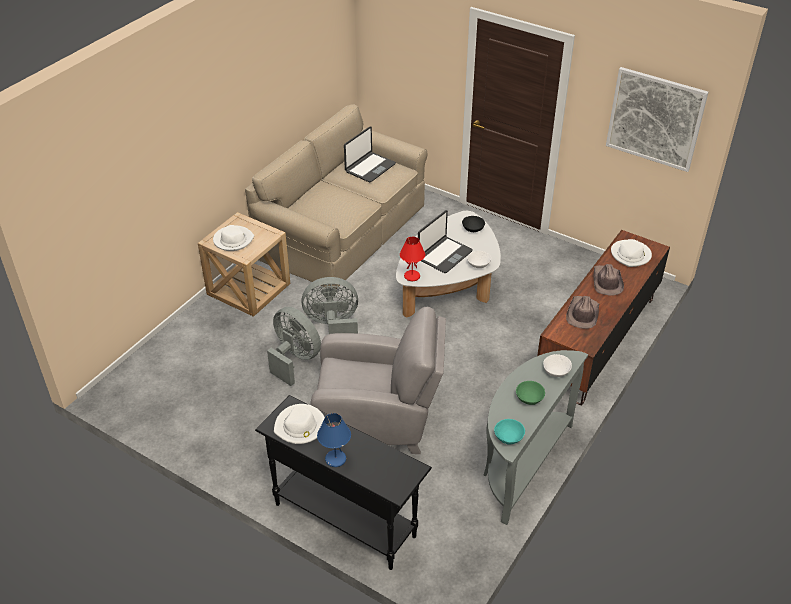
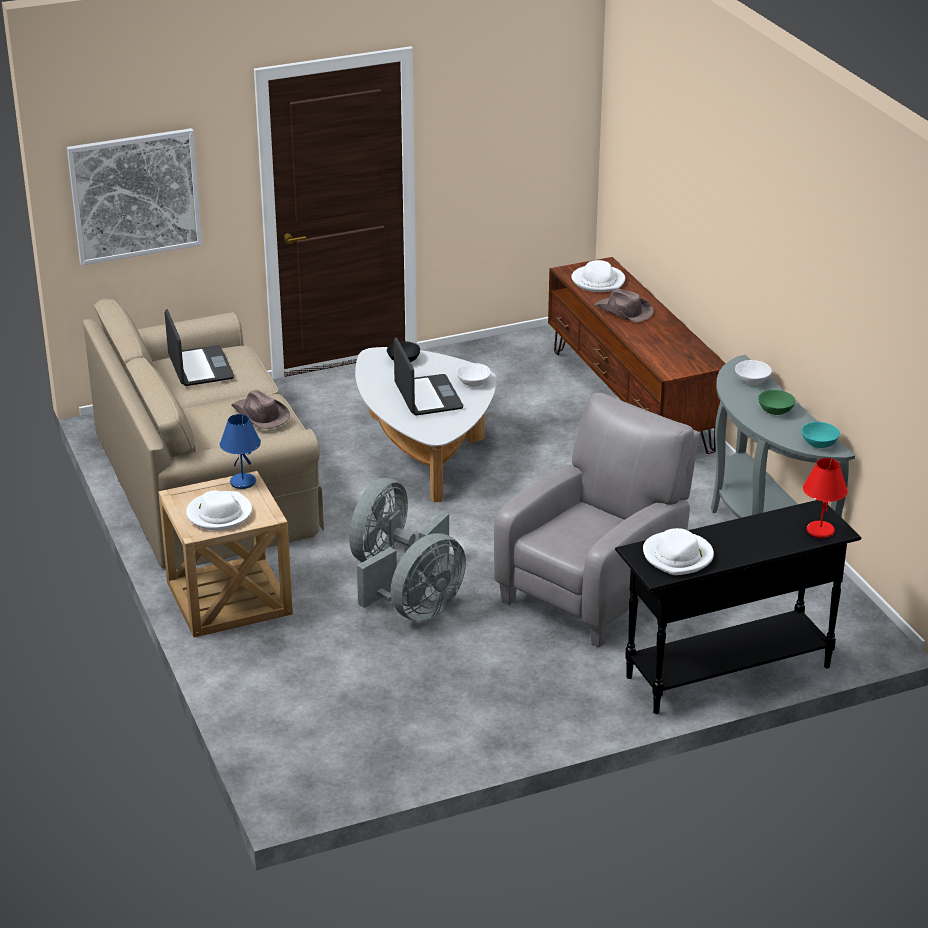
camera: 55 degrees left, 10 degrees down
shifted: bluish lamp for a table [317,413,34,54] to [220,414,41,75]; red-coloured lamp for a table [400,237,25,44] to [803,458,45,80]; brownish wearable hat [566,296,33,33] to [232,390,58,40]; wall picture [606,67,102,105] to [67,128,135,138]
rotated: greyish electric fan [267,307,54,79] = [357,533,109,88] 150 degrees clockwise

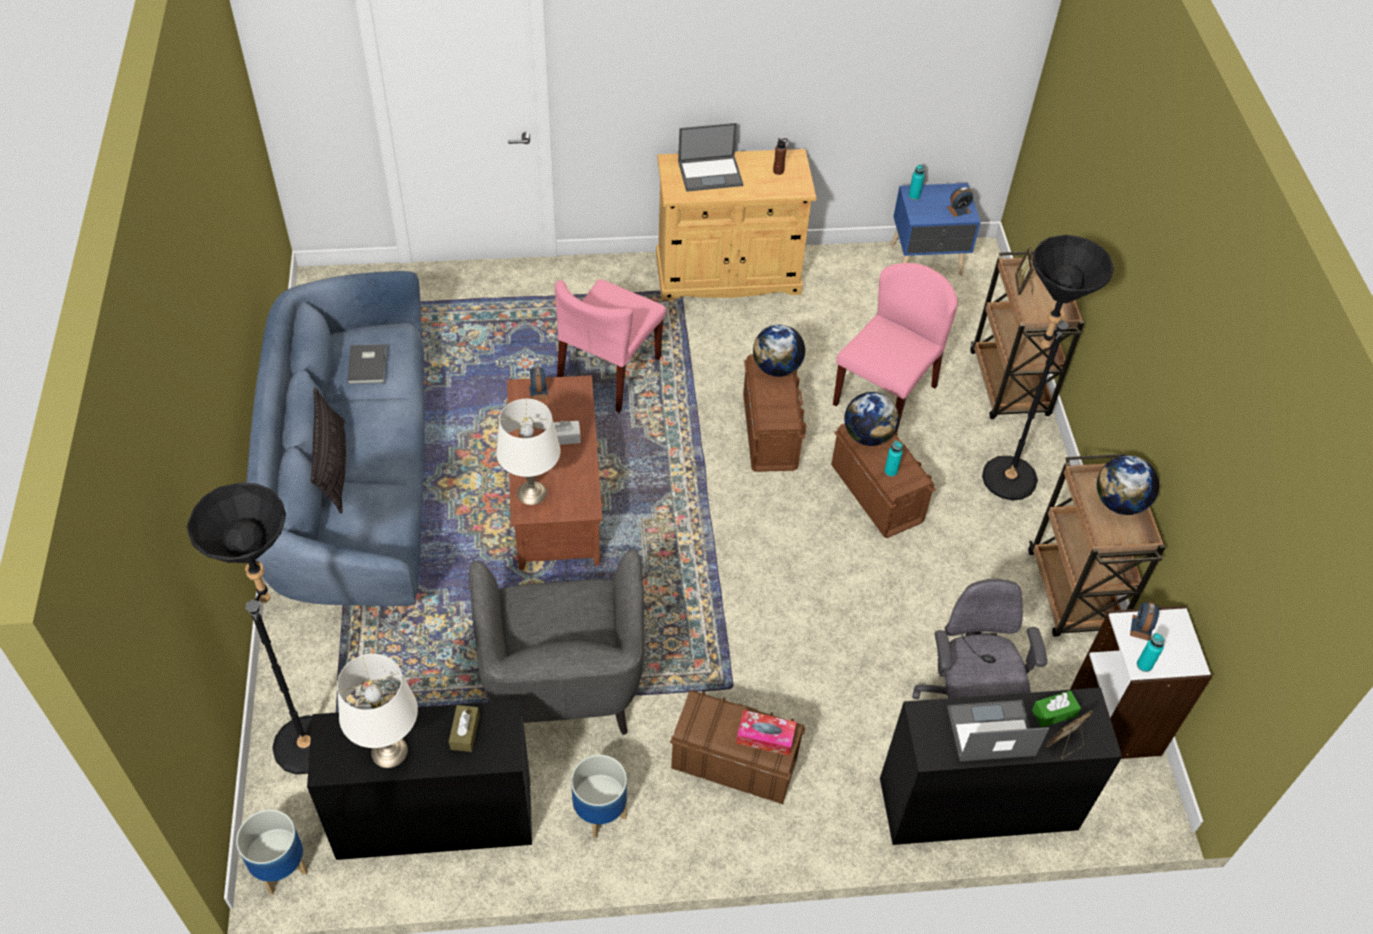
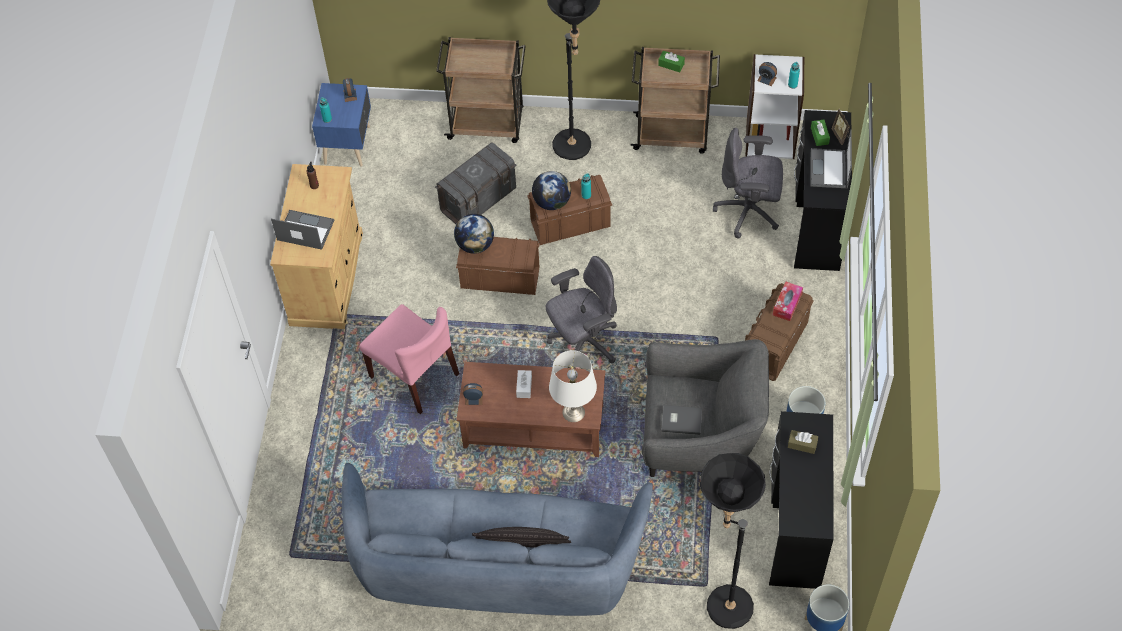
camera: 75 degrees left, 5 degrees up
gone: white-coloured lamp for a table [337,654,81,114]; picture frame [1015,247,19,48]
new: greyish computer chair [546,256,71,112]
shifted: greyish bound book [347,344,40,40] to [662,405,40,30]
swapped: pink chair [833,263,125,169] to greyish storage bin [435,142,82,82]; desk globe [1097,455,62,60] to green-coloured tissue holder [658,51,27,21]
rotated: laptop [678,123,65,69] = [271,210,63,40] 75 degrees counterclockwise

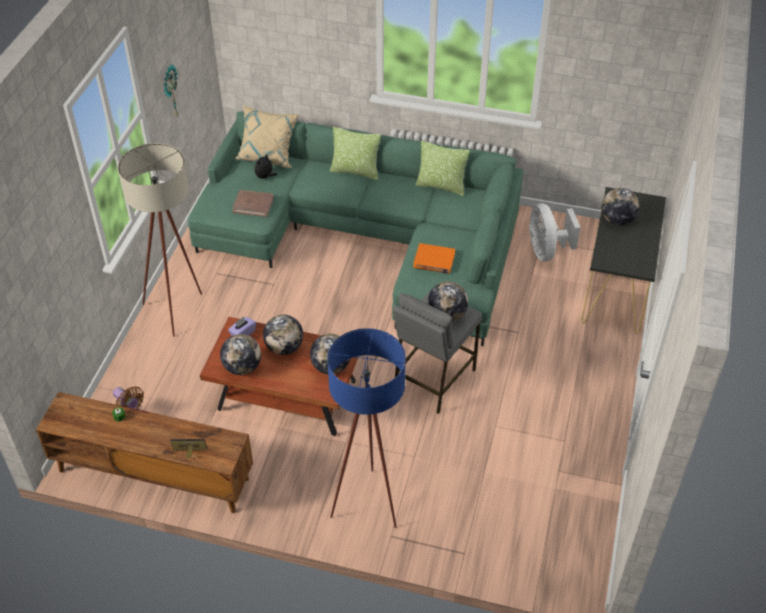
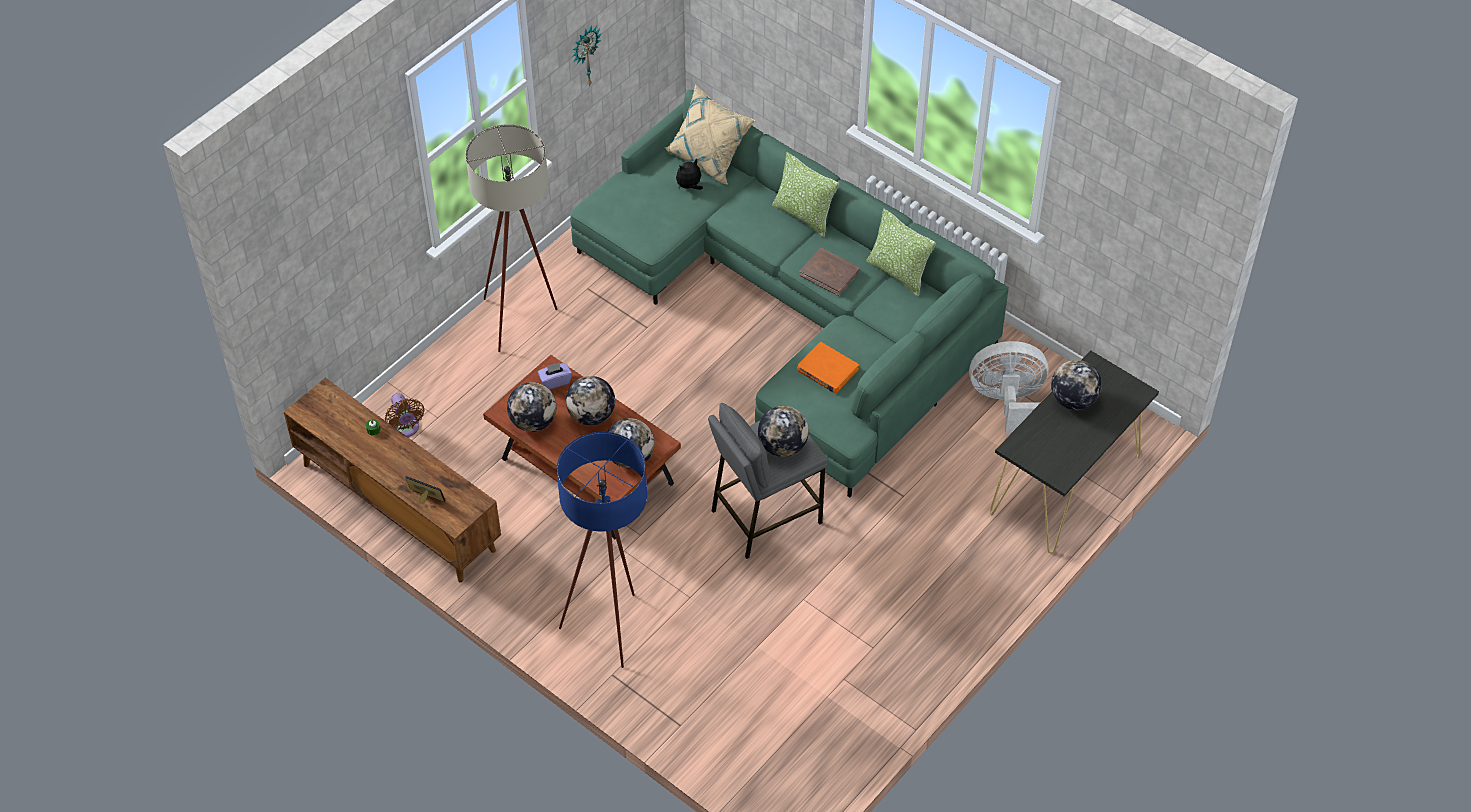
camera: 25 degrees right, 5 degrees up
shifted: brownish bound book [232,190,42,27] to [800,248,59,48]
rotated: white-coloured electric fan [529,204,52,57] = [969,341,79,93] 75 degrees clockwise

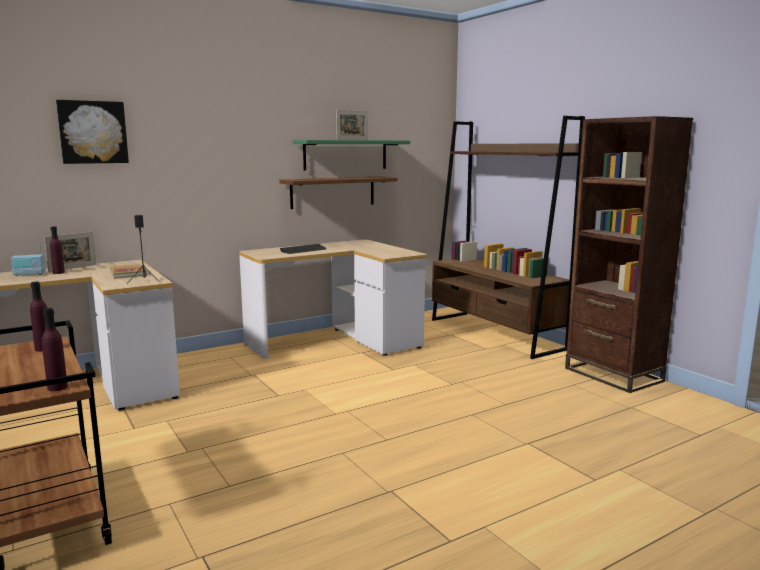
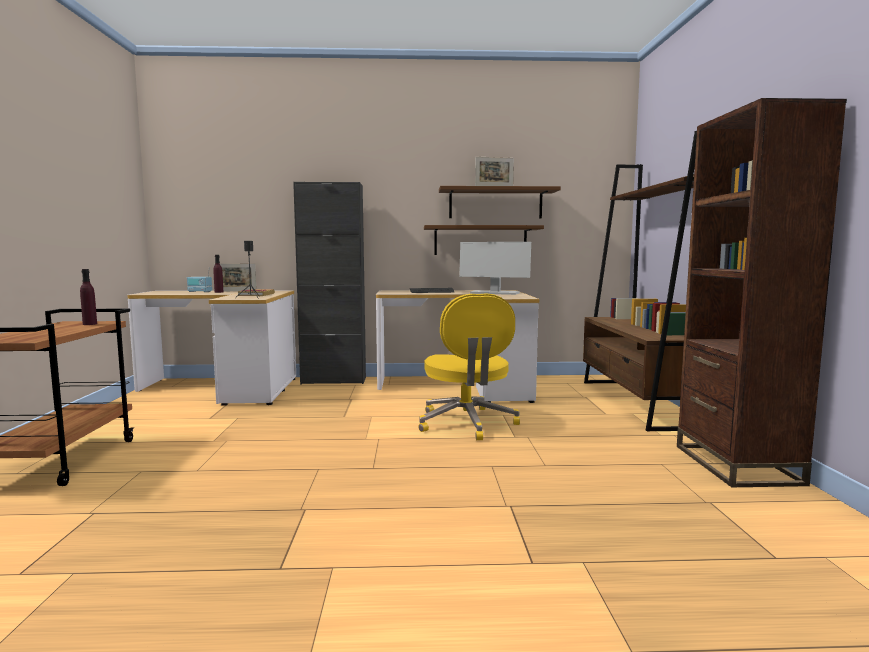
camera: 30 degrees right, 5 degrees down
gone: purple beverage bottle [42,308,26,83]; wall picture [56,100,73,64]
new: black cabinet [293,182,73,203]; yellow-coloured computer chair [418,293,102,147]; computer display [459,242,72,53]
repainted: green-coloured bracket shelf [293,140,117,31] to brownish bracket shelf [439,186,122,33]

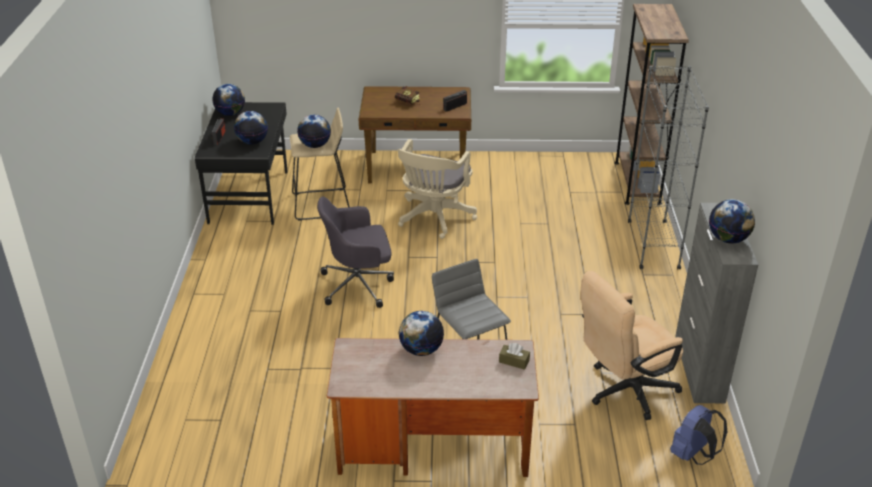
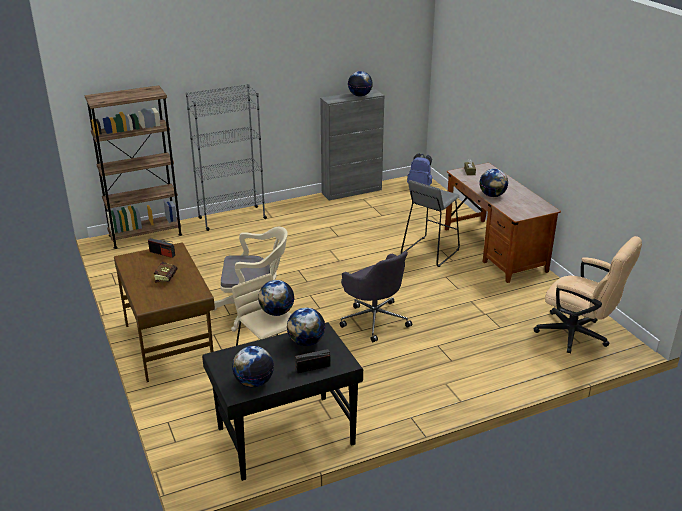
camera: 115 degrees left, 5 degrees down
shifted: sand-coloured computer chair [580,271,103,149] to [534,236,108,117]

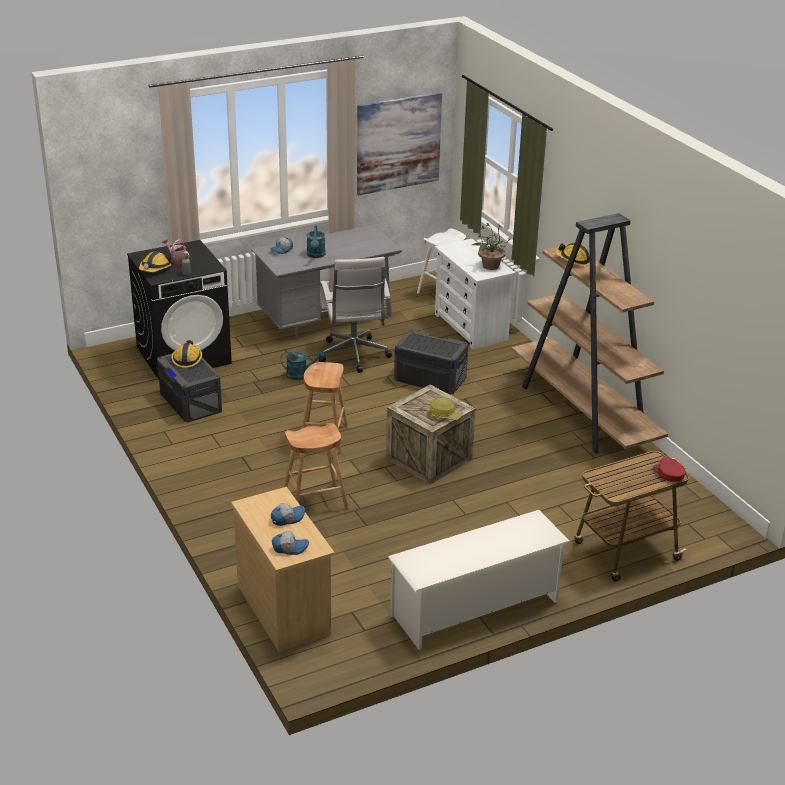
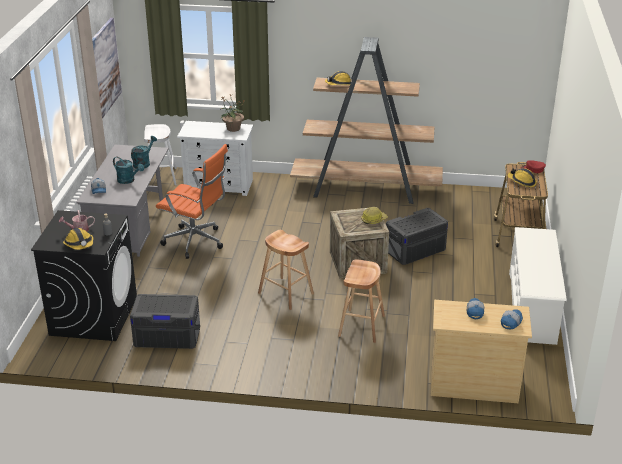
camera: 55 degrees left, 0 degrees up
shifted: work helmet [172,340,30,28] to [507,168,30,19]; turquoise watering pot [281,350,45,30] to [131,136,26,33]; greyish storage bin [394,330,74,64] to [386,208,62,57]
repainted: white-coloured computer chair [319,257,73,116] to orangey computer chair [156,144,72,115]

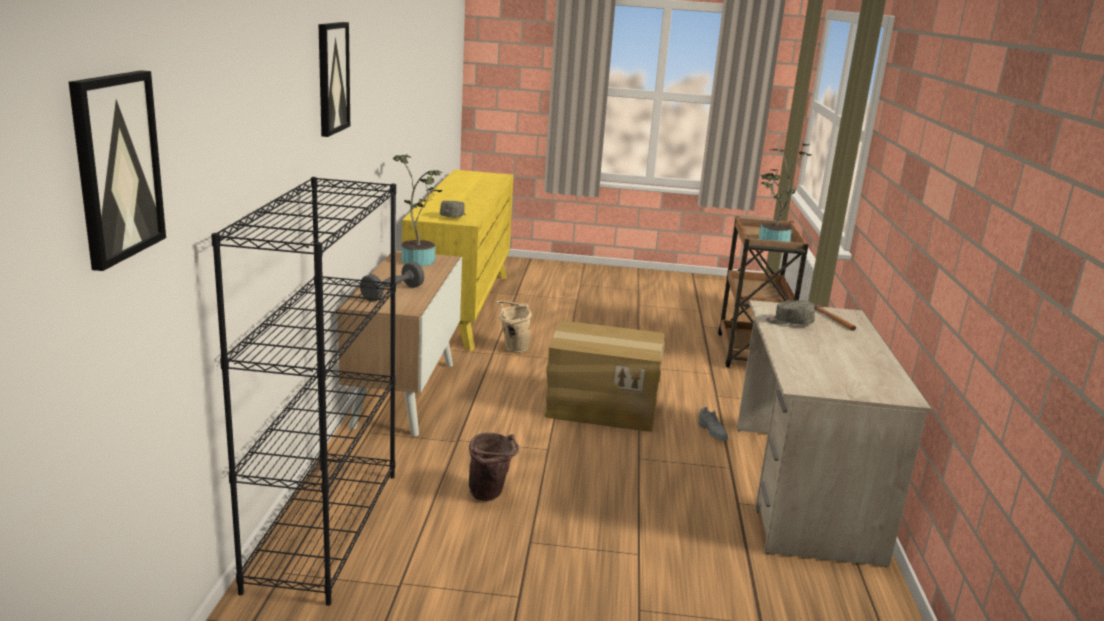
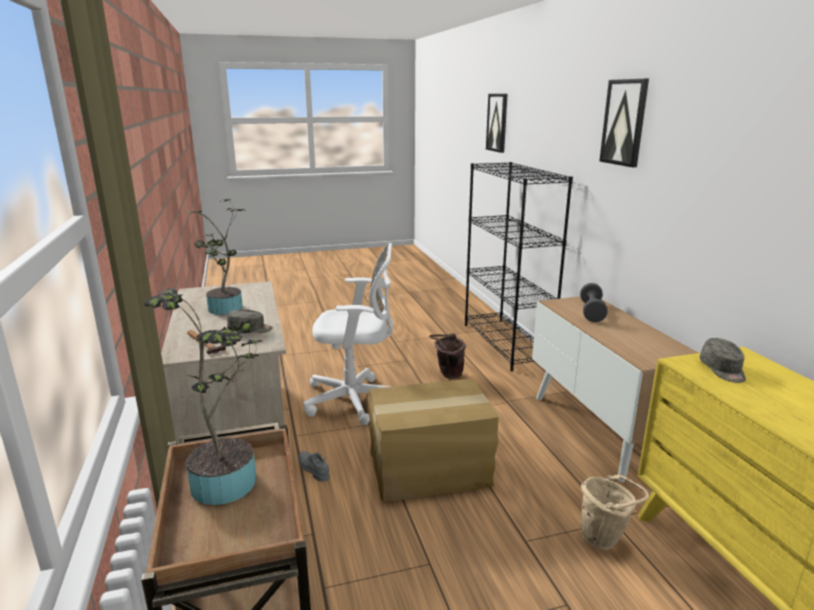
camera: 160 degrees right, 0 degrees up
new: white-coloured computer chair [303,243,90,182]
shifted: plant in a pot [393,154,49,112] to [187,199,58,116]

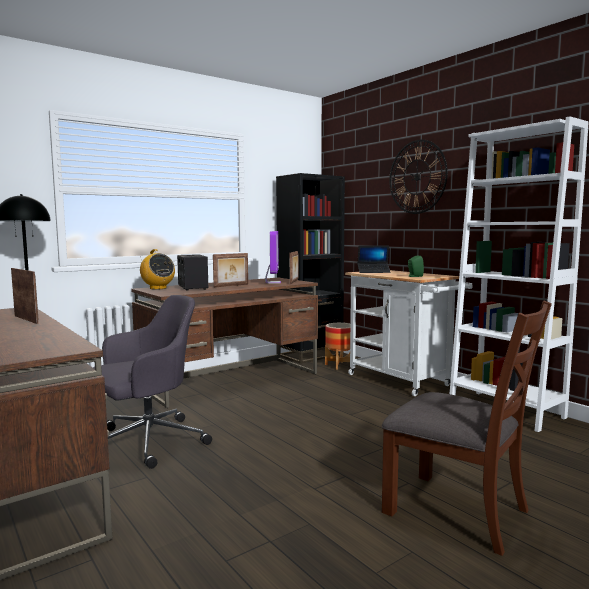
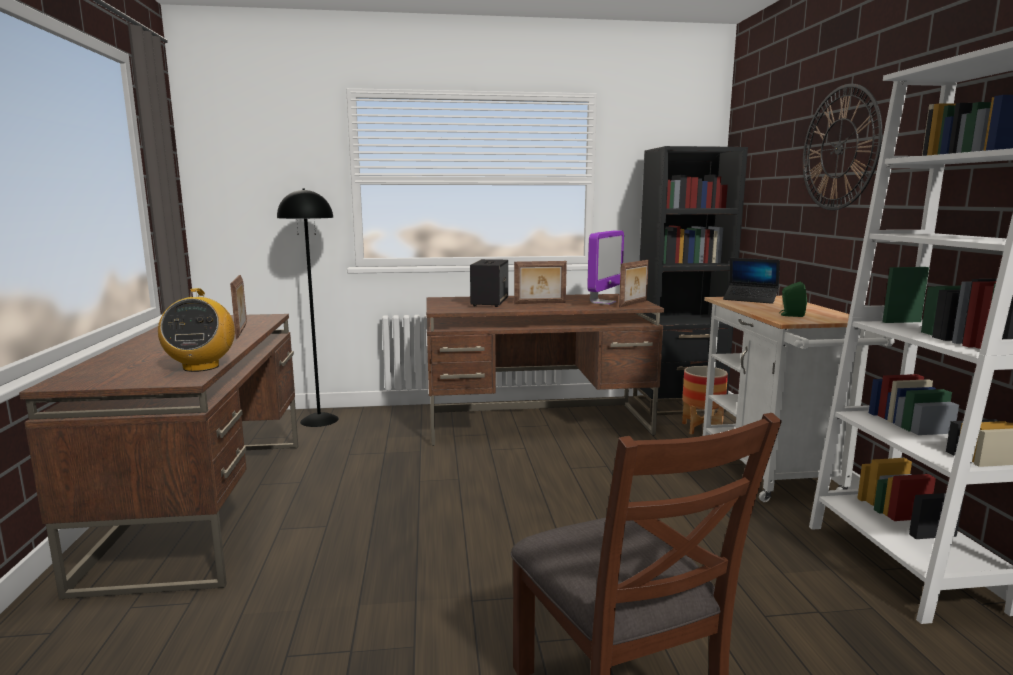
camera: 30 degrees right, 5 degrees up
gone: greyish computer chair [93,295,119,174]
shifted: radio receiver [140,249,35,41] to [158,288,77,84]

